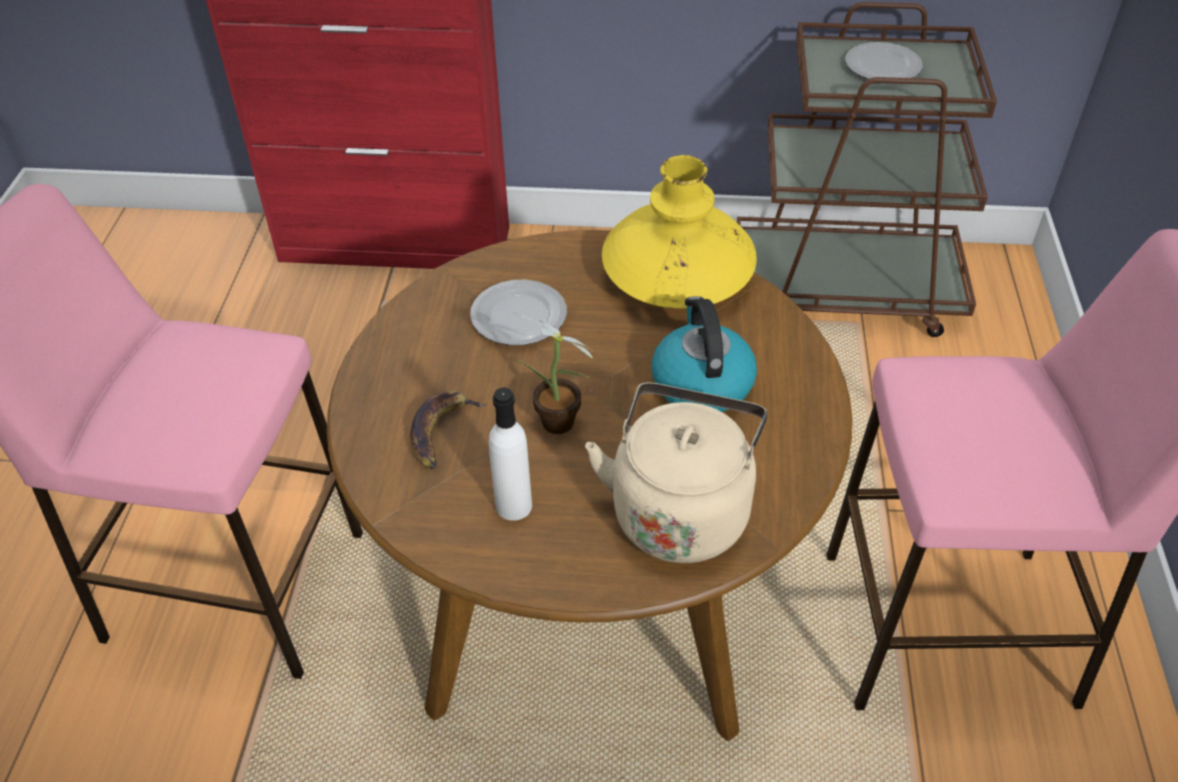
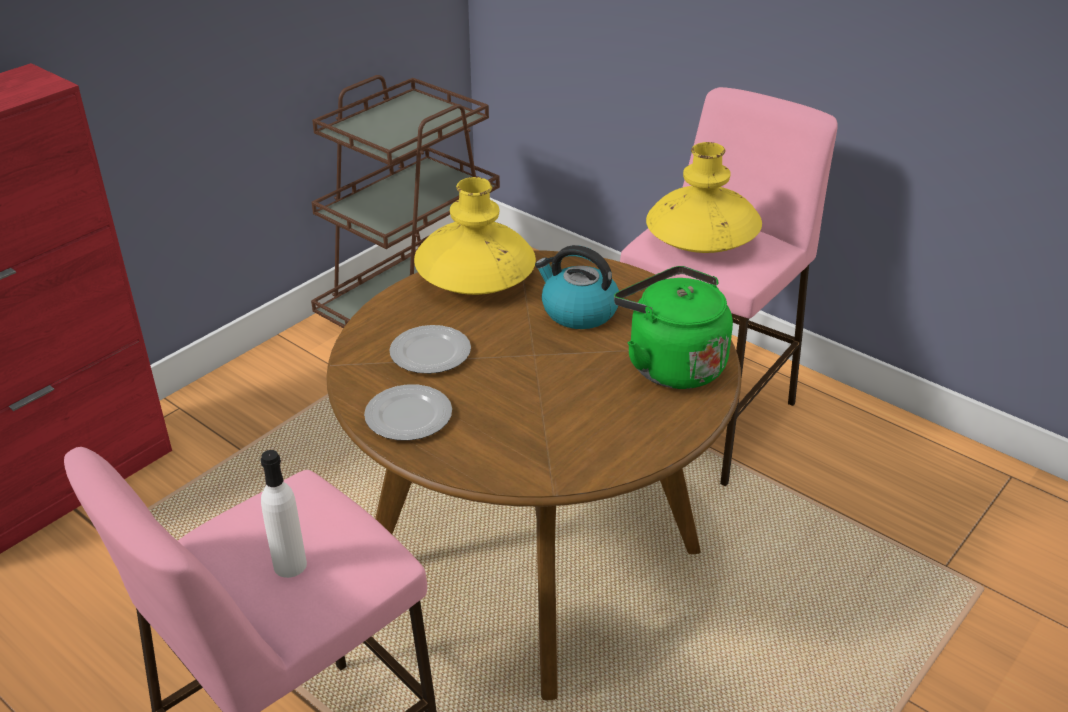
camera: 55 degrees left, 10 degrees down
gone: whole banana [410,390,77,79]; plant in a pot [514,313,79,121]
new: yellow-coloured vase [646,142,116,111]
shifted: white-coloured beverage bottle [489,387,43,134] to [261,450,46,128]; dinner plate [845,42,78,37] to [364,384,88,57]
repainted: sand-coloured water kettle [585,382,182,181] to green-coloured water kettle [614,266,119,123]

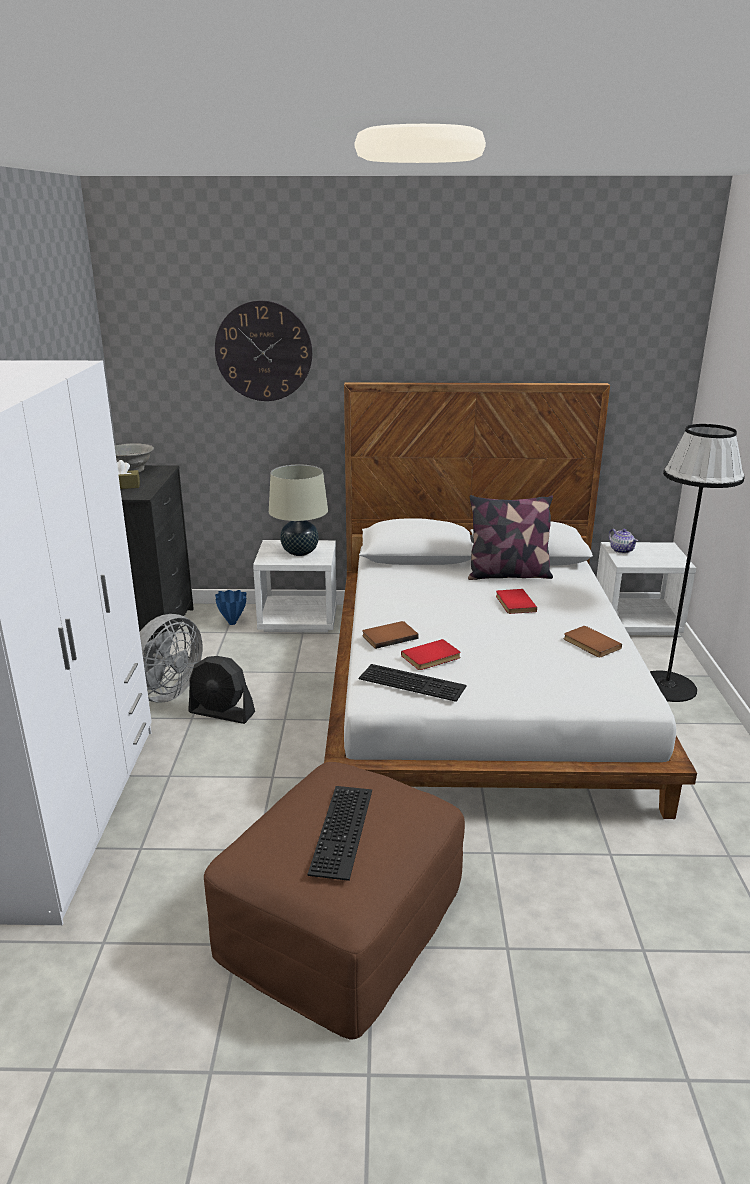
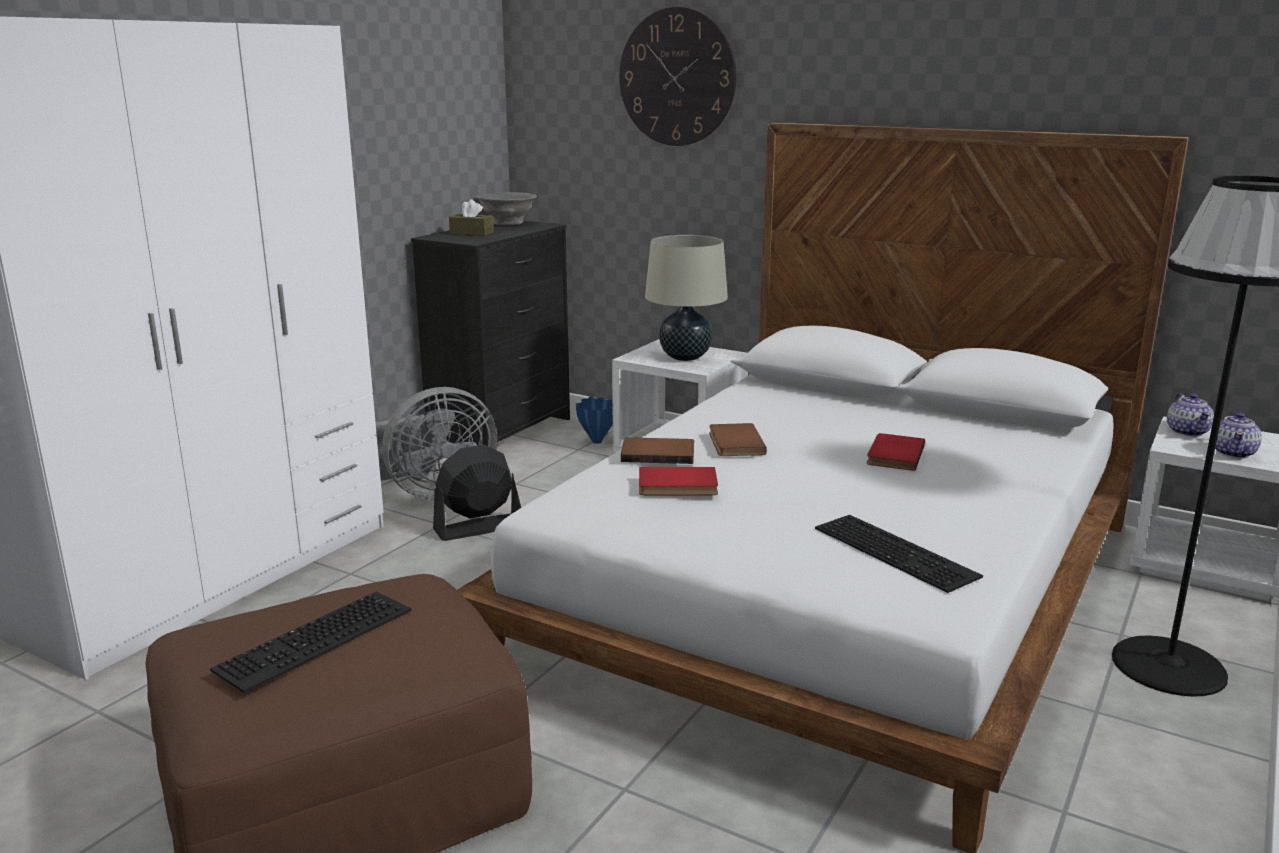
camera: 30 degrees right, 5 degrees down
gone: cushion [468,495,85,85]
new: pot for tea [1215,413,47,45]
shifted: computer keyboard [359,664,108,38] to [815,515,168,78]; brownish bound book [564,626,58,31] to [709,423,58,33]
rotated: black electric fan [188,656,67,68] = [433,445,88,96] 105 degrees clockwise

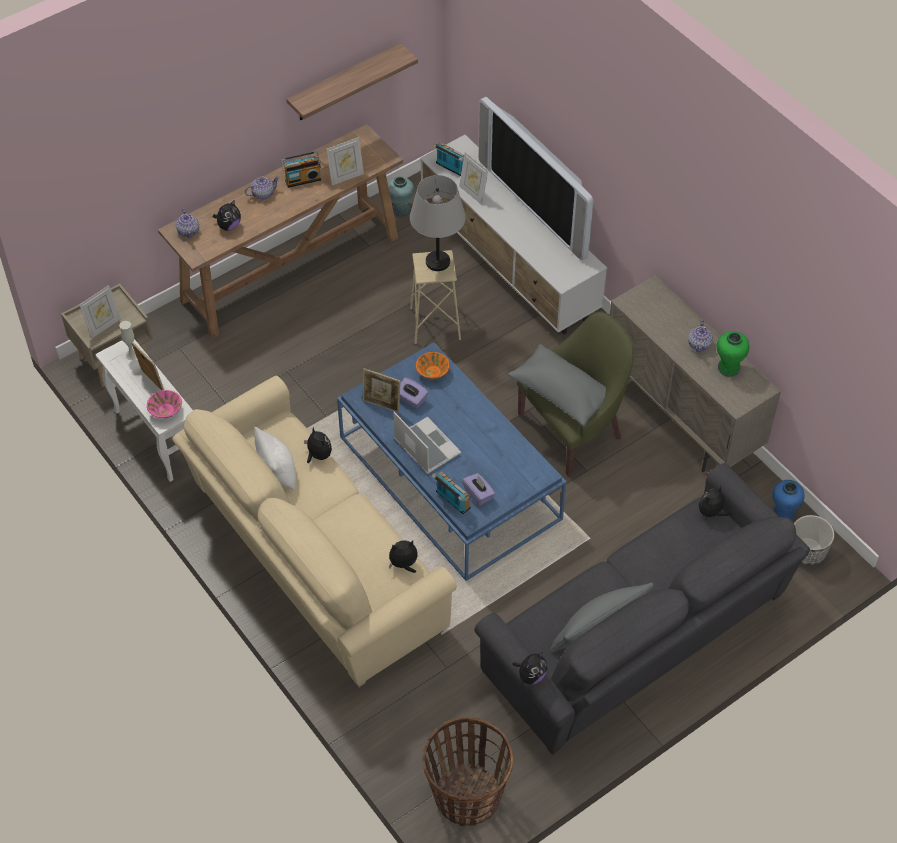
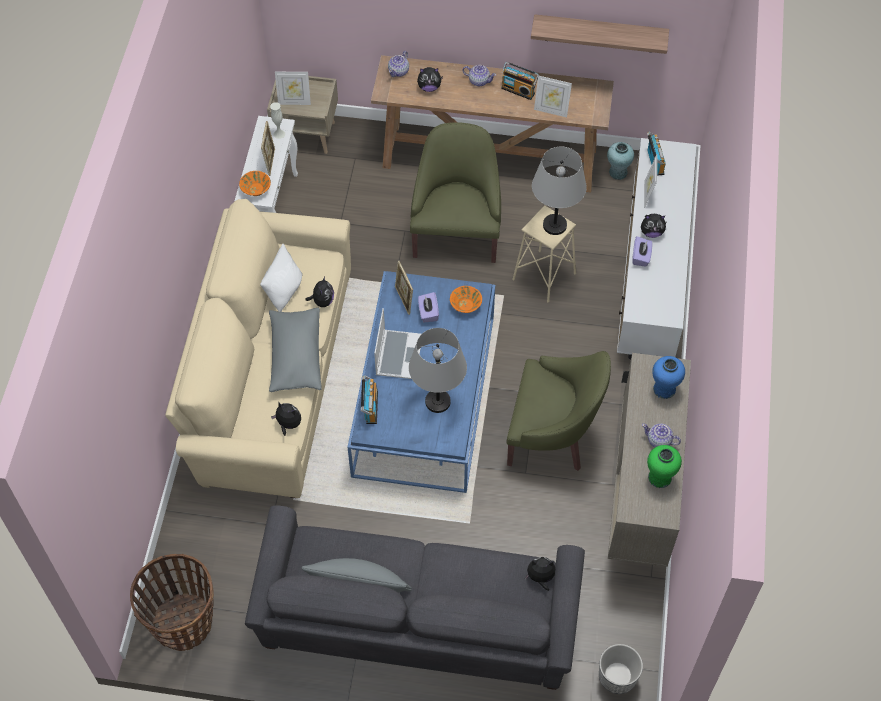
camera: 45 degrees right, 5 degrees up
gone: television [478,97,115,163]
new: greyish lamp for a table [409,328,58,85]; green-coloured lounge chair [410,122,91,141]
shifted: purple tissue holder [462,473,33,33] to [632,237,20,30]; greyish cushion [508,344,98,82] to [269,308,53,84]; cuddly toy [512,652,35,32] to [641,214,26,24]; bluish vase [772,480,33,41] to [652,356,33,43]
repainted: pink bowl [147,390,35,28] to orangey bowl [239,171,32,25]
rotated: pot for tea [688,320,25,33] = [642,424,39,24] 60 degrees clockwise

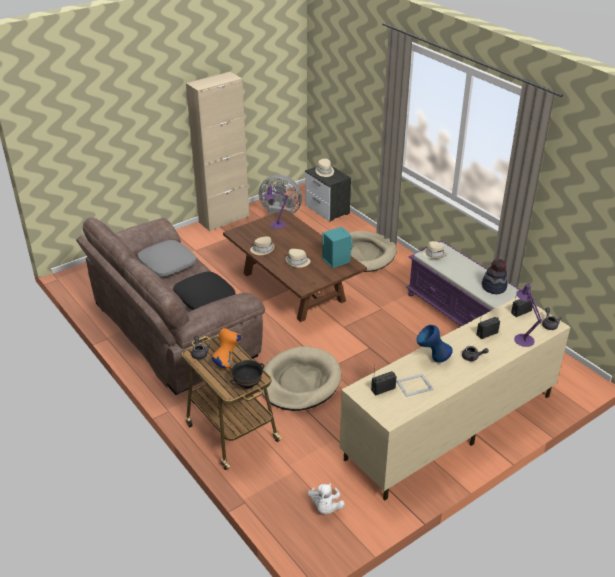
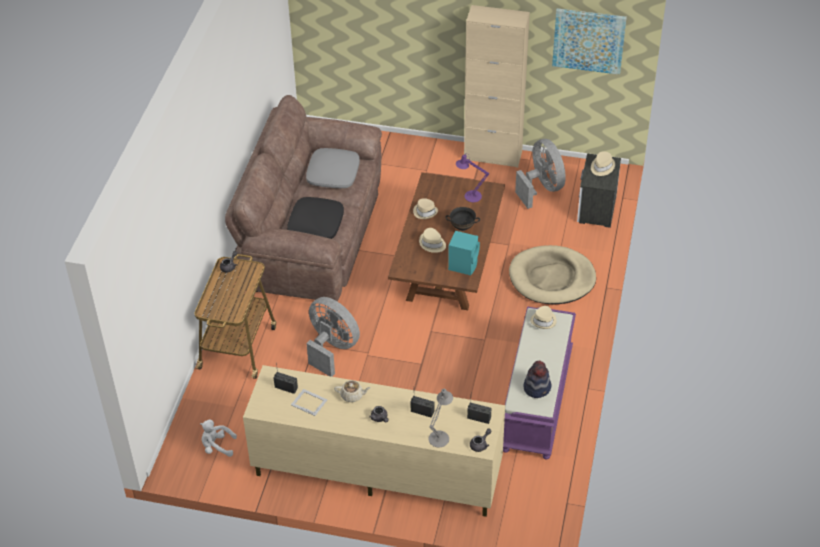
camera: 50 degrees right, 10 degrees up
gone: orangey vase [212,328,30,40]
new: wall picture [552,8,75,67]
shifted: black bowl [230,360,34,29] to [445,207,35,24]
swapped: sand-coloured pet bed [262,347,79,64] to greyish electric fan [306,297,54,80]; bluish vase [416,325,37,38] to sand-coloured pot for tea [334,380,37,22]
repainted: purple lamp for a table [514,283,28,64] to greyish lamp for a table [428,389,25,58]
rotated: white-coloured cuddly toy [308,483,37,31] = [200,420,37,37] 45 degrees clockwise

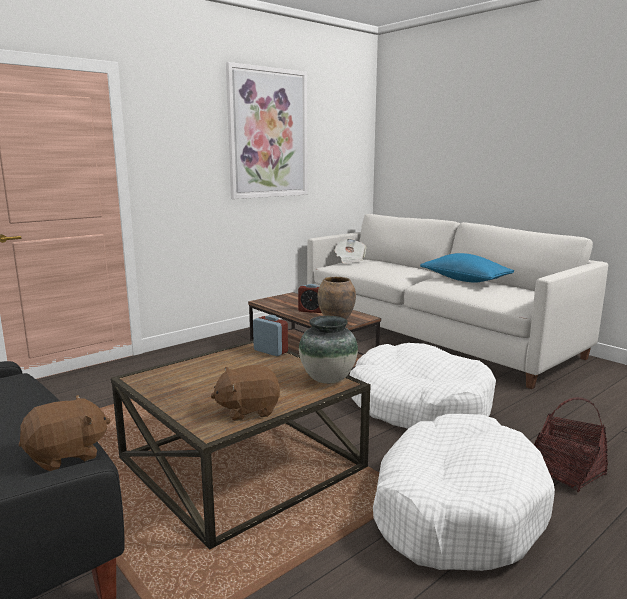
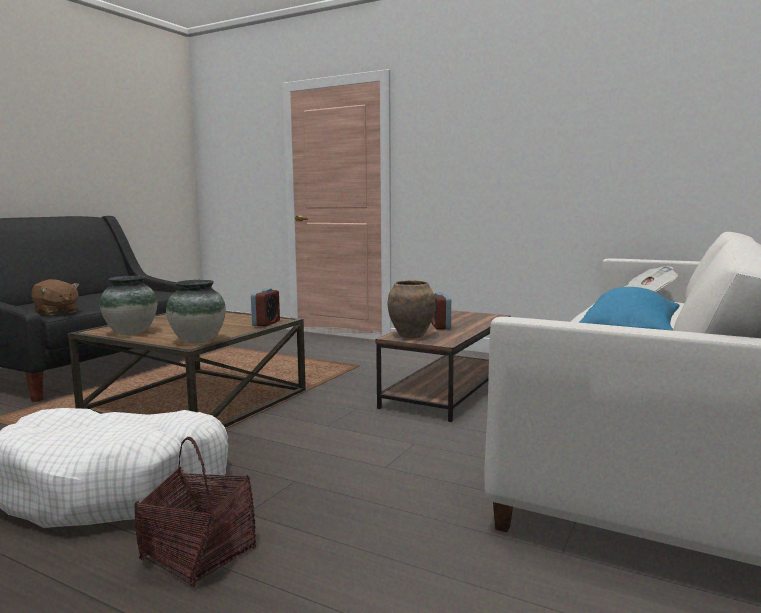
camera: 70 degrees right, 5 degrees down
gone: wall picture [226,62,81,137]; white-coloured pet bed [349,343,147,86]
swapped: brownish cuddly toy [211,365,69,56] to vase [100,276,57,59]

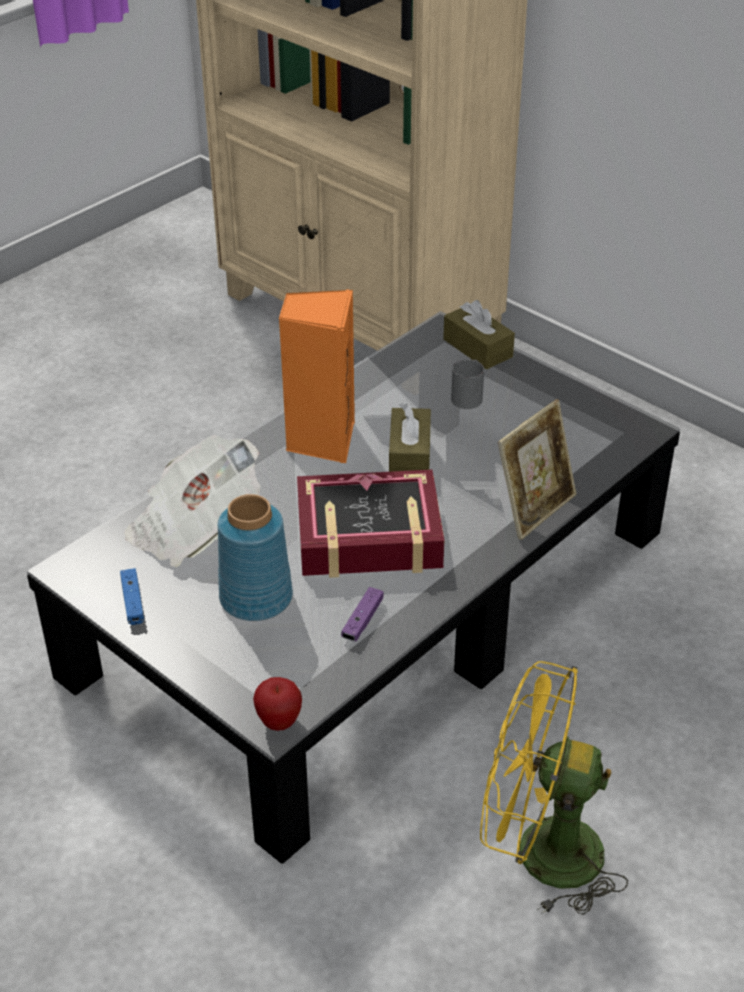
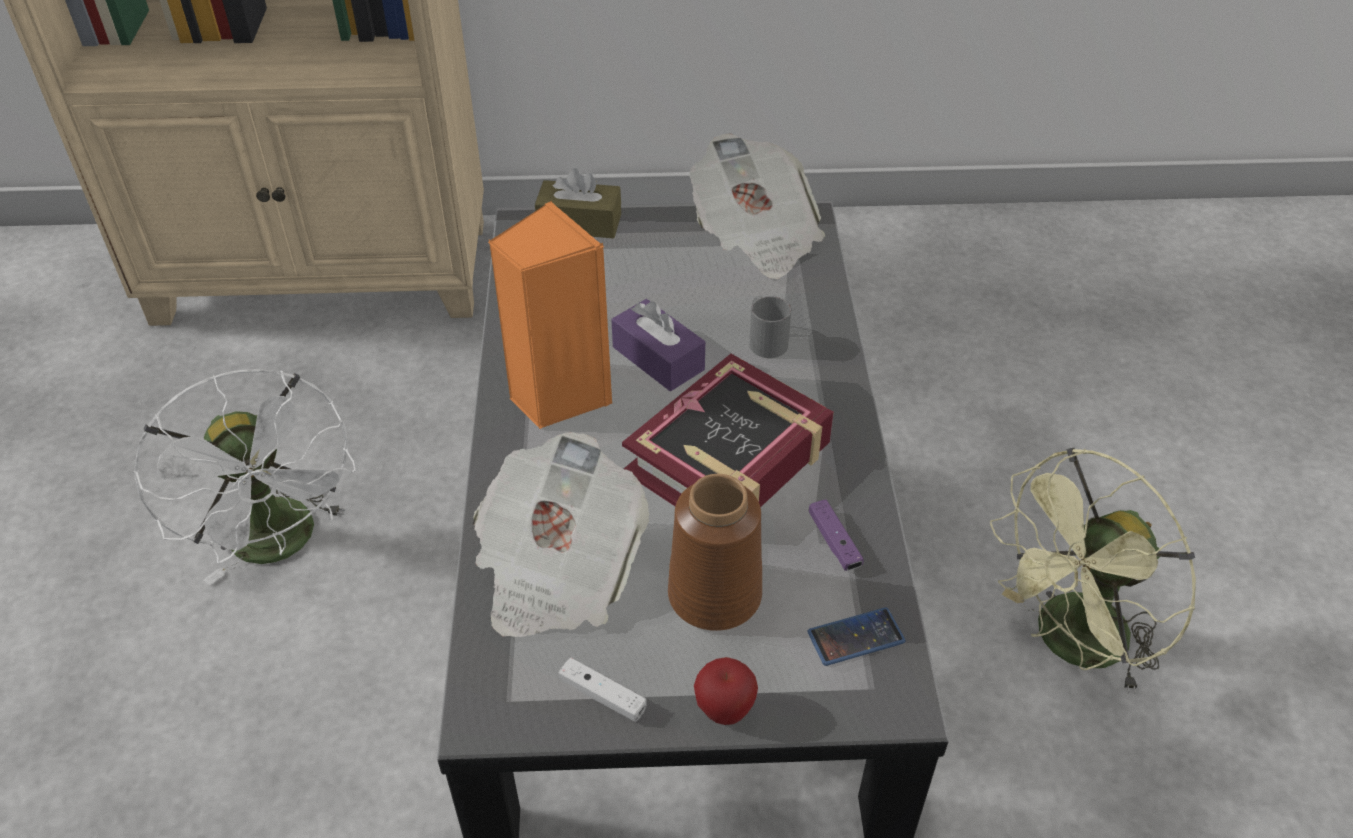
camera: 45 degrees left, 5 degrees up
gone: picture frame [498,399,78,141]
new: white-coloured electric fan [133,369,223,216]; printed paper [689,133,136,146]; handset [807,607,99,59]
shifted: whole apple [253,677,49,54] to [694,657,64,68]; greyish mug [451,359,33,50] to [749,296,42,62]
repainted: bluish game controller [120,568,24,57] to white-coloured game controller [559,658,88,64]; bluish vase [218,494,75,127] to brownish vase [668,474,94,157]; brownish tissue holder [389,403,42,69] to purple tissue holder [611,299,94,92]; yellow-coloured electric fan [480,661,148,254] to green-coloured electric fan [990,448,206,246]

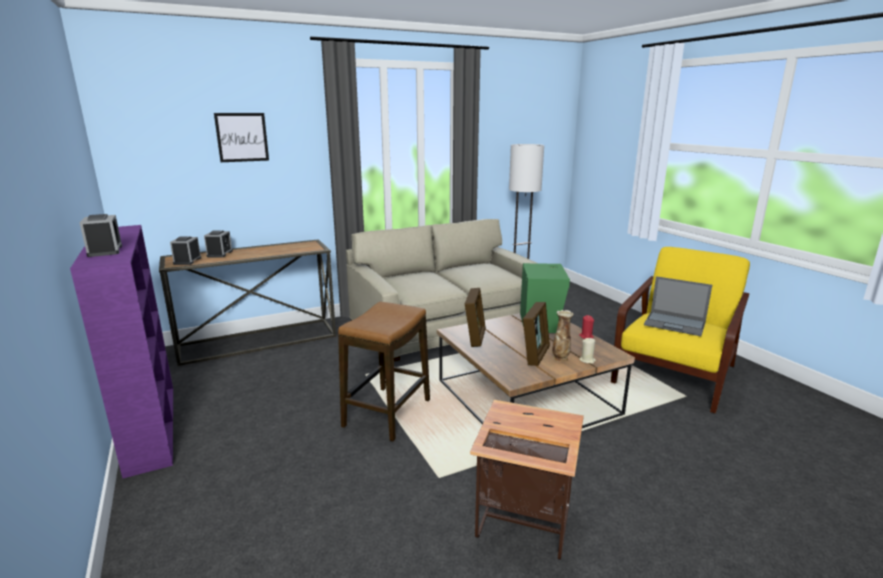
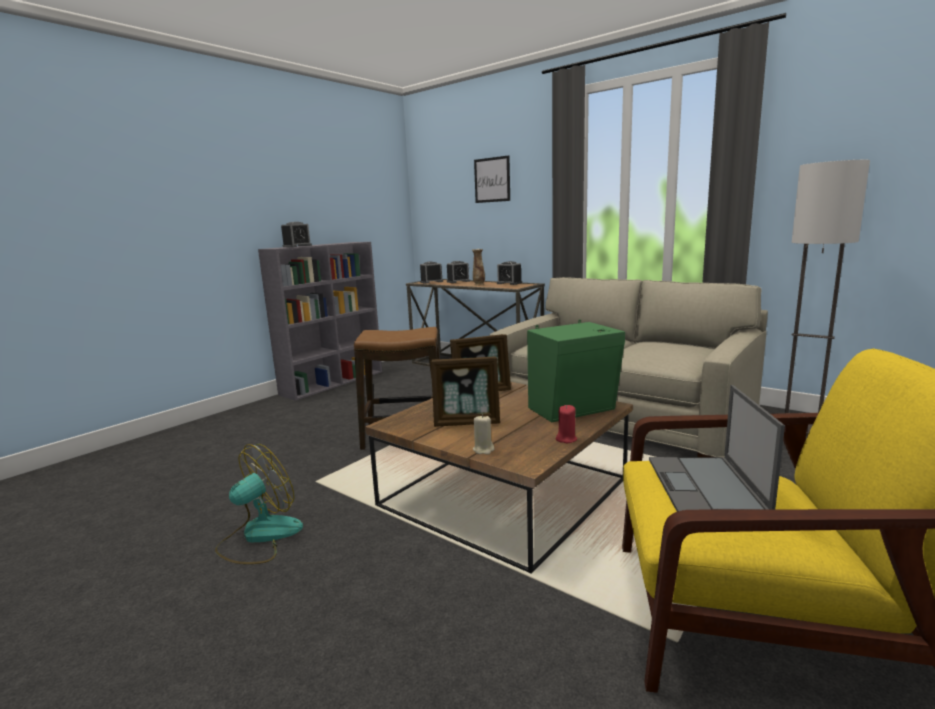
camera: 65 degrees right, 5 degrees down
new: bedside clock [497,261,25,24]
shifted: vase [553,310,21,52] to [472,249,13,37]
swapped: end table [470,400,114,160] to electric fan [215,444,88,120]
repainted: purple shelving unit [70,225,103,254] to greyish shelving unit [258,242,124,159]

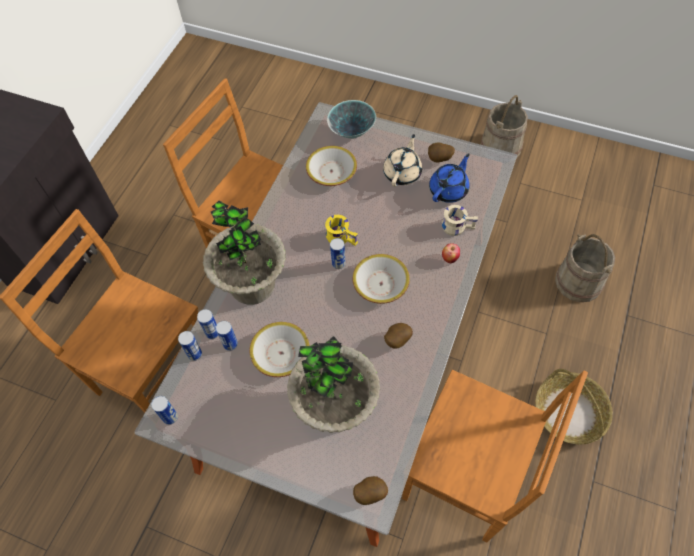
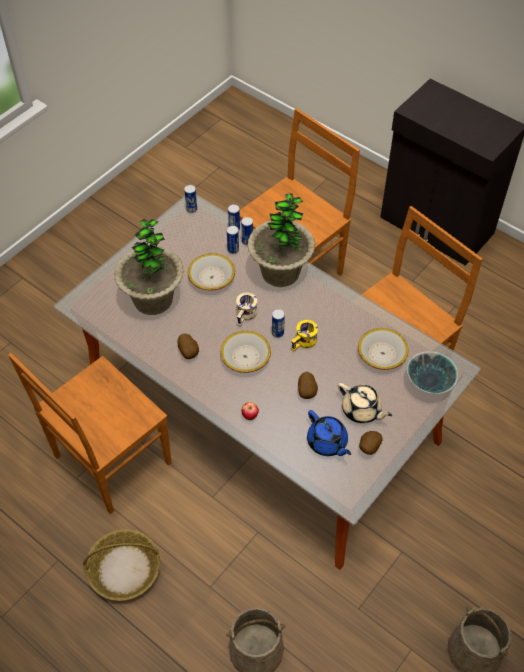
camera: 105 degrees right, 5 degrees down
shifted: whole potato [353,476,35,29] to [298,372,20,27]; sand-coloured mug [442,205,36,31] to [236,292,22,35]

